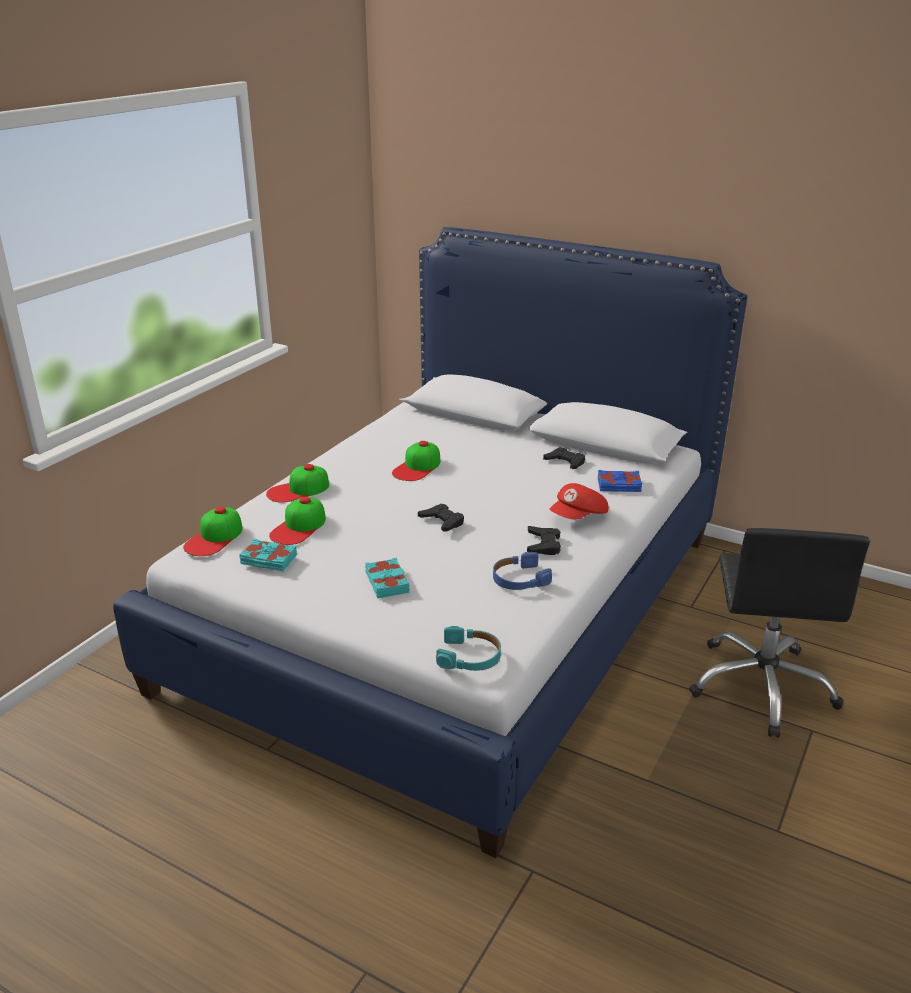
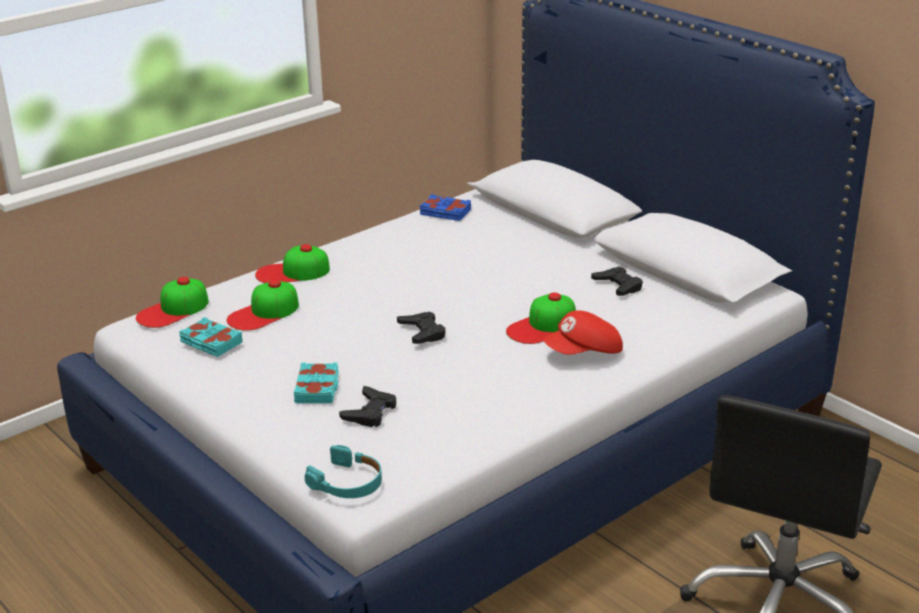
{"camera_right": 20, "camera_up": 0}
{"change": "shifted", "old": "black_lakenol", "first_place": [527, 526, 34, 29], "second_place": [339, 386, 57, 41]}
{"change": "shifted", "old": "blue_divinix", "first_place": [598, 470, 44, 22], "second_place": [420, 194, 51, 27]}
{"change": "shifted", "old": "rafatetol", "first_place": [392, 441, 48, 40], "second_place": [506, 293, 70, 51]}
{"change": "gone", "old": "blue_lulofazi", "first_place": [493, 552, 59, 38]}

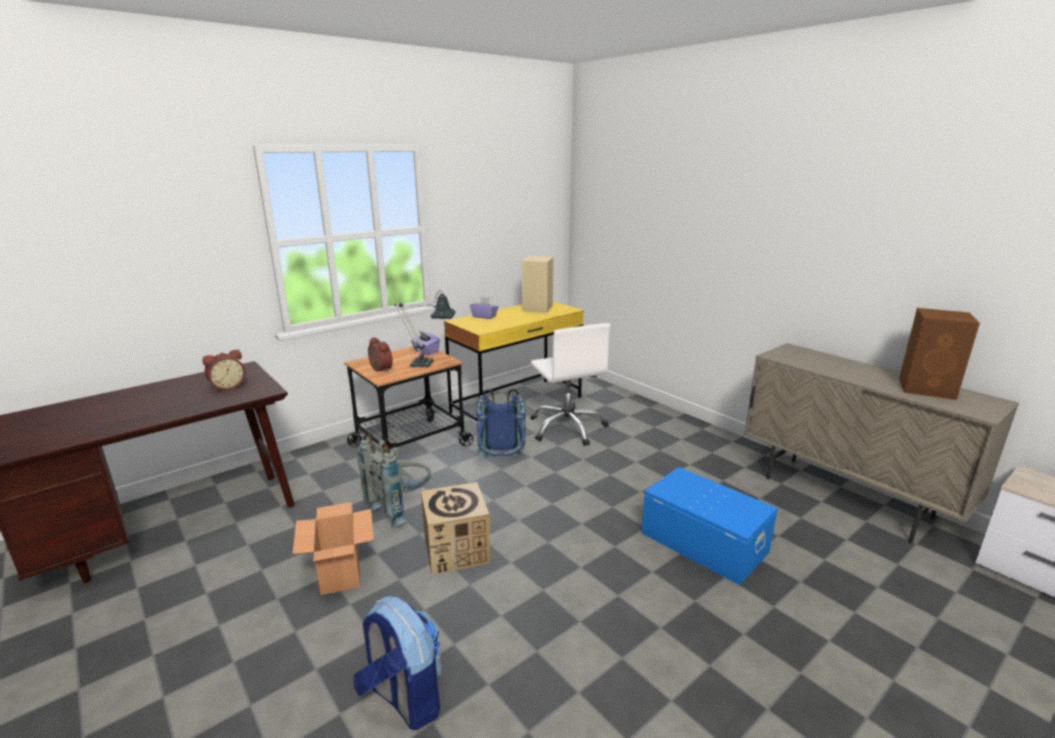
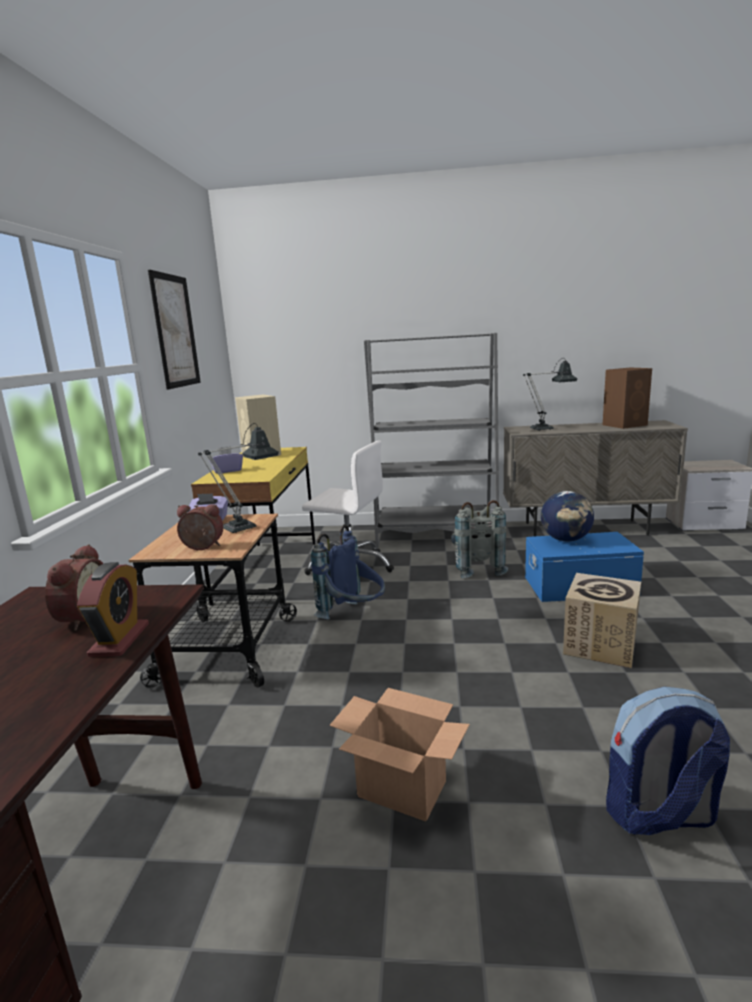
{"camera_right": -45, "camera_up": -5}
{"change": "new", "new": "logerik", "second_place": [77, 562, 72, 95]}
{"change": "new", "new": "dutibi", "second_place": [148, 270, 53, 119]}
{"change": "new", "new": "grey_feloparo", "second_place": [364, 333, 135, 213]}
{"change": "shifted", "old": "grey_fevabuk", "first_place": [357, 434, 74, 93], "second_place": [451, 500, 57, 79]}
{"change": "new", "new": "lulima", "second_place": [523, 358, 55, 73]}
{"change": "new", "new": "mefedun", "second_place": [541, 491, 53, 51]}
{"change": "shifted", "old": "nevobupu", "first_place": [421, 482, 69, 93], "second_place": [563, 573, 78, 95]}

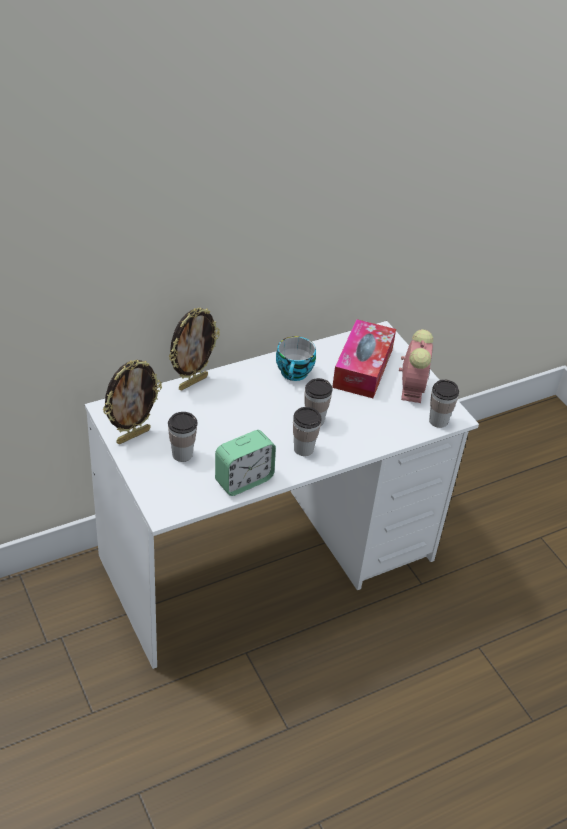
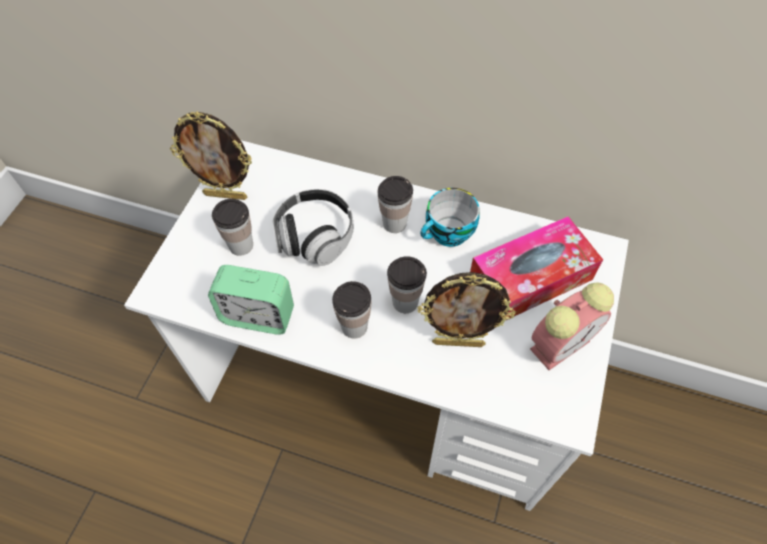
{"camera_right": 50, "camera_up": 15}
{"change": "new", "new": "lulofazi", "second_place": [273, 189, 81, 77]}
{"change": "shifted", "old": "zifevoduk", "first_place": [429, 379, 30, 49], "second_place": [377, 176, 36, 57]}
{"change": "shifted", "old": "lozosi", "first_place": [169, 308, 51, 83], "second_place": [418, 272, 98, 75]}

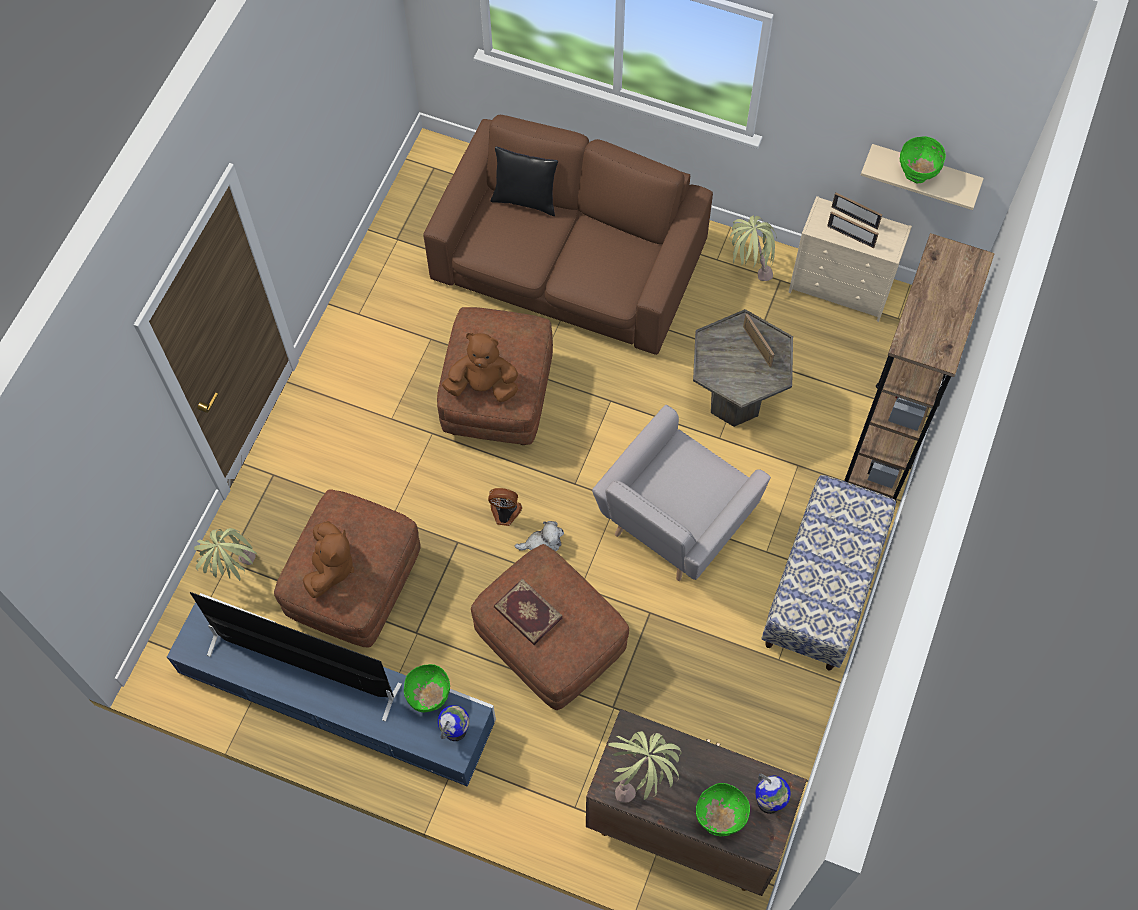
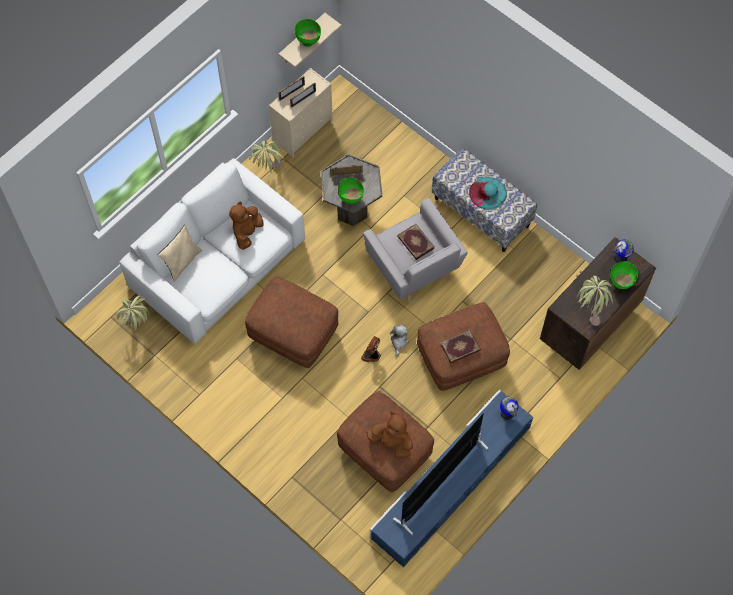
{"camera_right": -70, "camera_up": 0}
{"change": "shifted", "old": "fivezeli", "first_place": [194, 528, 64, 53], "second_place": [116, 295, 34, 36]}
{"change": "repainted", "old": "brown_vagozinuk", "new": "white_vagozinuk", "first_place": [423, 115, 290, 240], "second_place": [120, 158, 185, 186]}
{"change": "repainted", "old": "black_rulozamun", "new": "beige_rulozamun", "first_place": [491, 147, 67, 69], "second_place": [158, 225, 44, 57]}
{"change": "shifted", "old": "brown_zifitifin", "first_place": [442, 333, 76, 69], "second_place": [229, 202, 35, 48]}
{"change": "shifted", "old": "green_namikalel", "first_place": [404, 664, 46, 49], "second_place": [338, 178, 26, 27]}
{"change": "new", "new": "divinix", "second_place": [397, 224, 38, 36]}
{"change": "new", "new": "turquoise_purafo", "second_place": [469, 177, 38, 33]}
{"change": "gone", "old": "brown_feloparo", "first_place": [844, 233, 151, 269]}

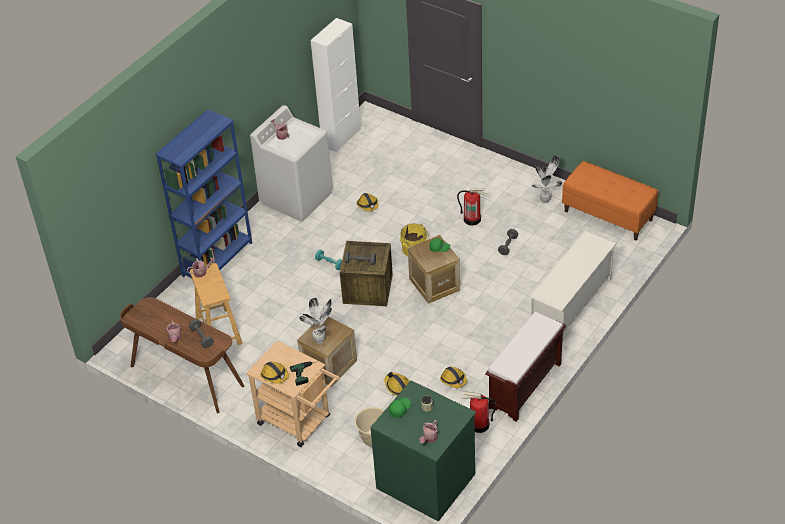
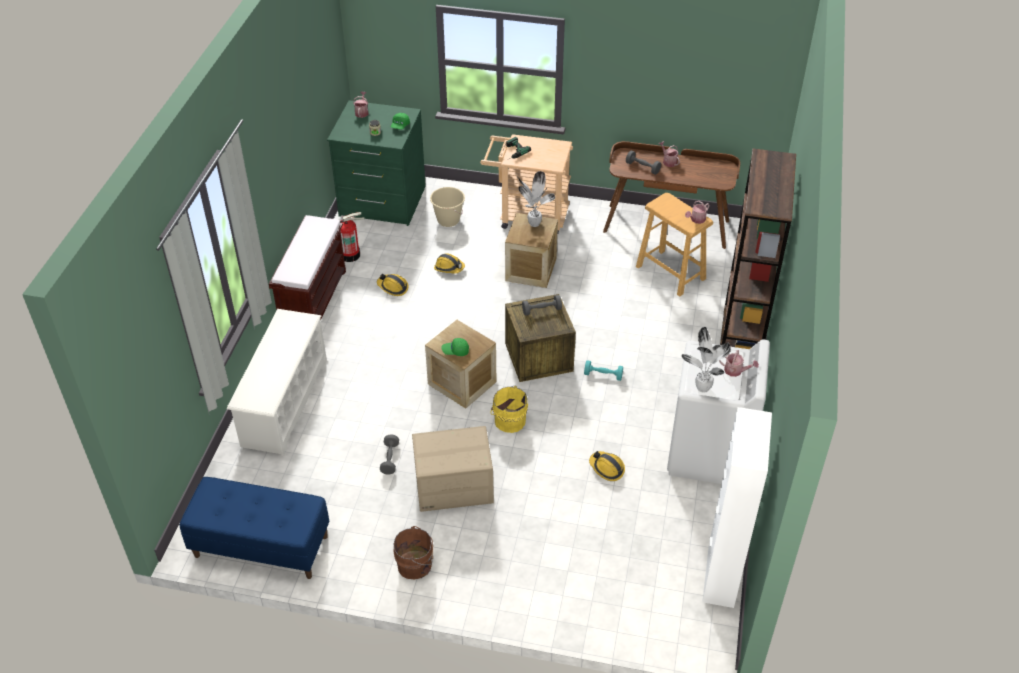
{"camera_right": 155, "camera_up": 0}
{"change": "repainted", "old": "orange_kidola", "new": "blue_kidola", "first_place": [562, 161, 96, 79], "second_place": [180, 477, 149, 102]}
{"change": "new", "new": "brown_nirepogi", "second_place": [393, 526, 41, 53]}
{"change": "swapped", "old": "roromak", "new": "nevobupu", "first_place": [457, 188, 30, 37], "second_place": [412, 426, 82, 86]}
{"change": "shifted", "old": "fivezeli", "first_place": [531, 156, 31, 47], "second_place": [682, 327, 49, 66]}
{"change": "repainted", "old": "blue_feloparo", "new": "brown_feloparo", "first_place": [156, 109, 96, 169], "second_place": [720, 149, 76, 200]}
{"change": "gone", "old": "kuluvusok", "first_place": [260, 362, 29, 22]}

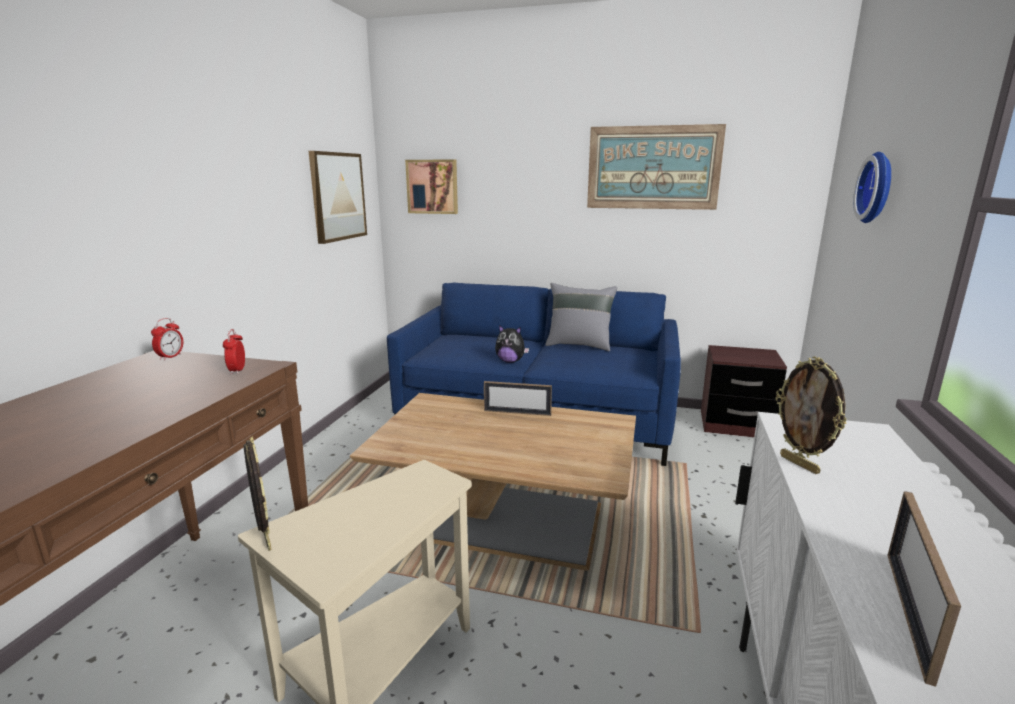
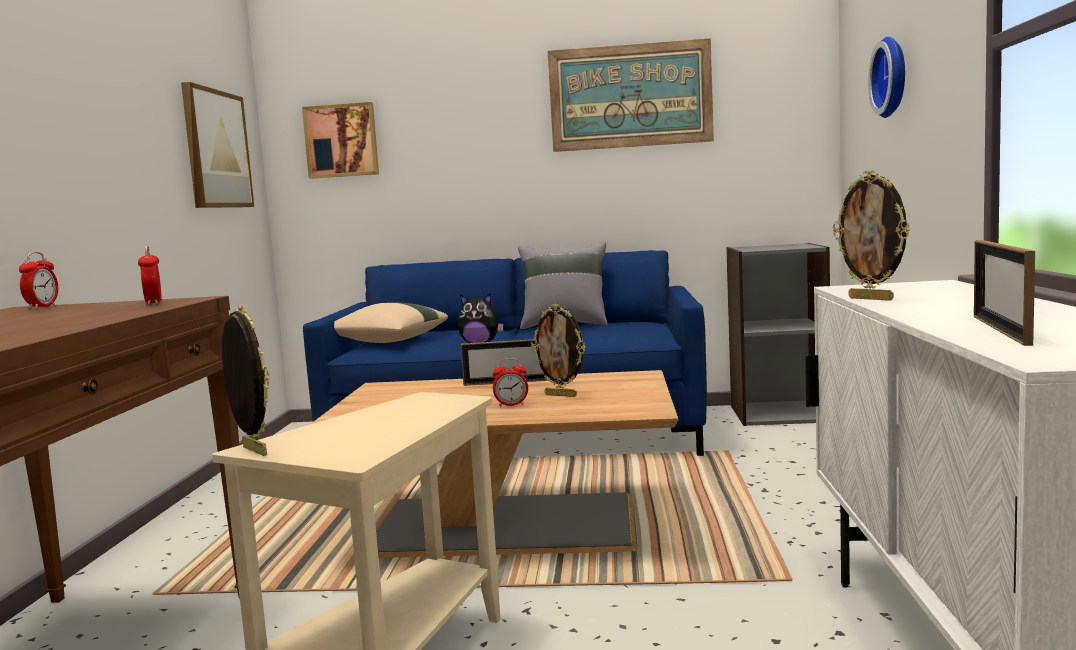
{"camera_right": -10, "camera_up": -10}
{"change": "new", "new": "beige_rulozamun", "second_place": [334, 302, 114, 41]}
{"change": "new", "new": "logerik", "second_place": [492, 358, 36, 49]}
{"change": "new", "new": "lozosi", "second_place": [531, 304, 54, 93]}
{"change": "swapped", "old": "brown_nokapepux", "new": "grey_feloparo", "first_place": [701, 345, 86, 92], "second_place": [726, 243, 104, 183]}

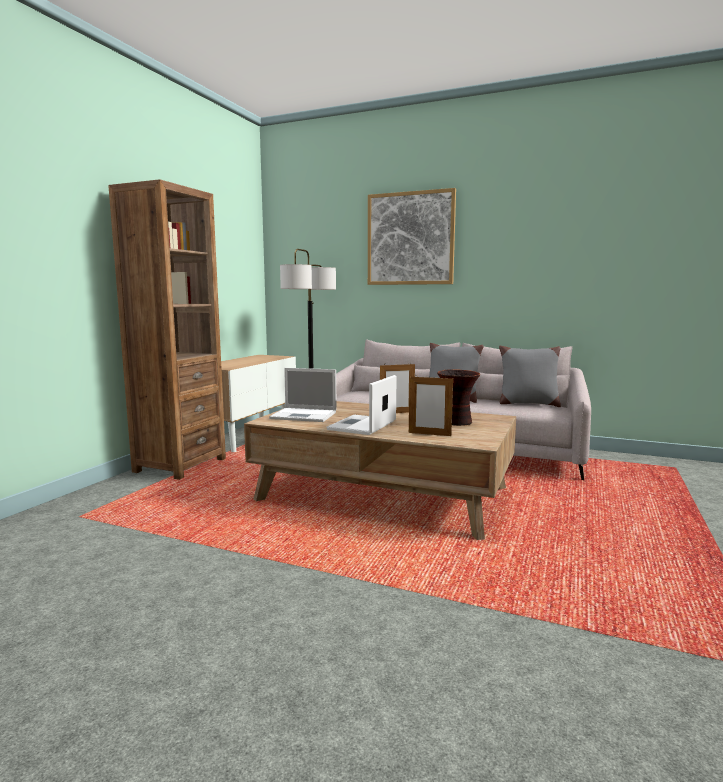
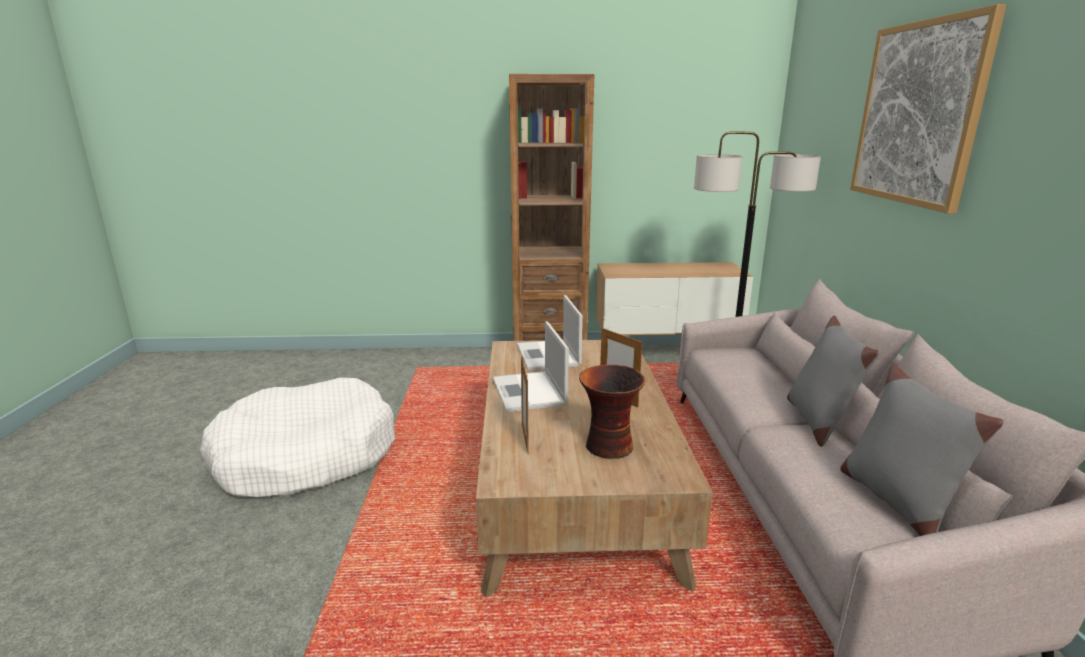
{"camera_right": 65, "camera_up": 10}
{"change": "new", "new": "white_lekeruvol", "second_place": [200, 378, 195, 119]}
{"change": "rotated", "old": "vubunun", "first_place": [326, 375, 71, 60], "second_place": [493, 321, 76, 92], "degrees": -105}

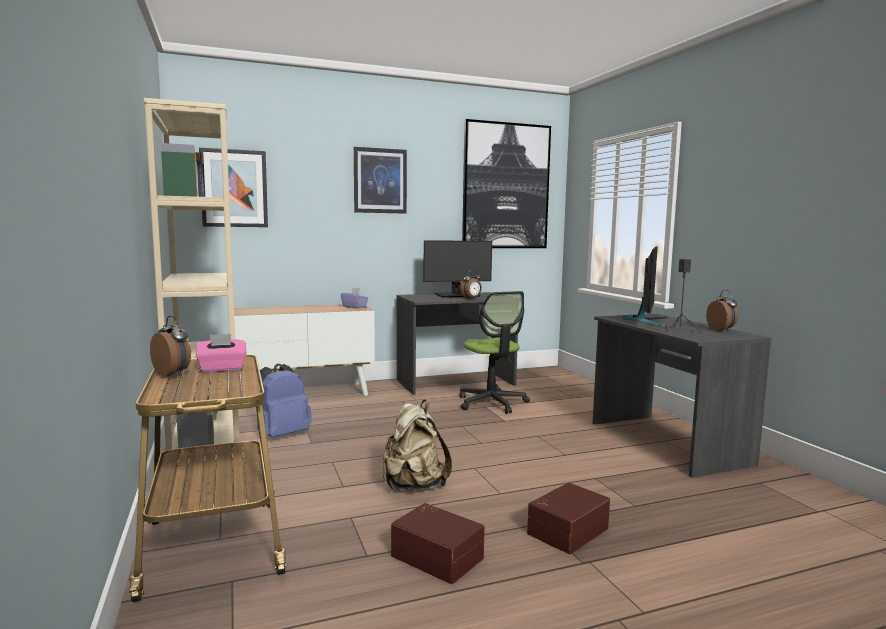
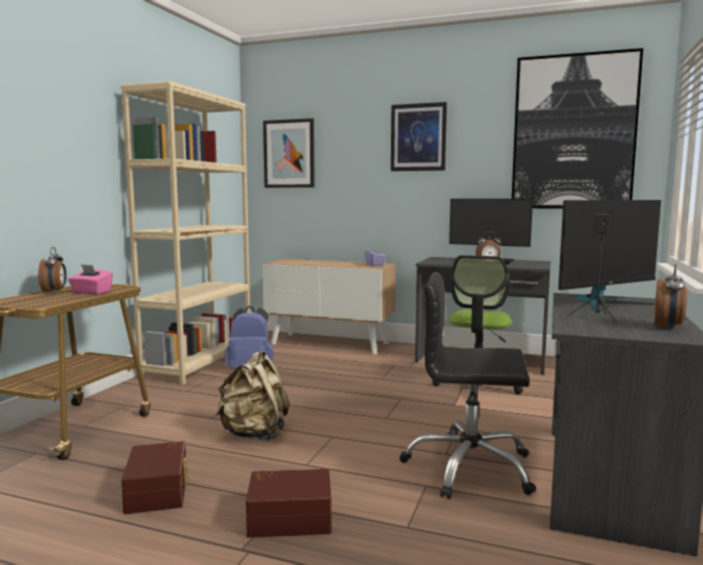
{"camera_right": 40, "camera_up": 0}
{"change": "new", "new": "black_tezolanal", "second_place": [400, 272, 136, 227]}

